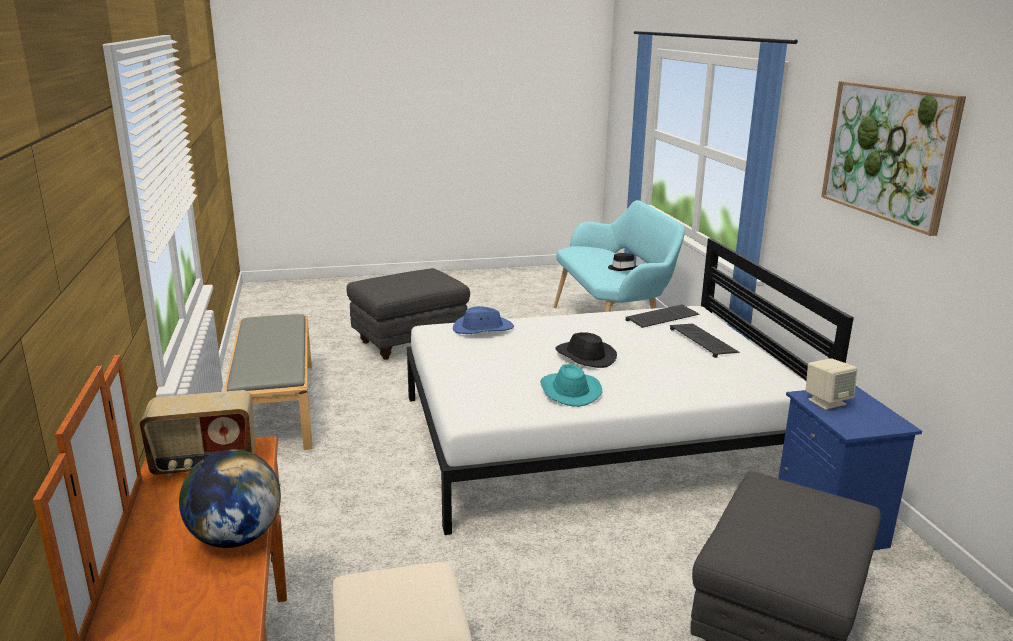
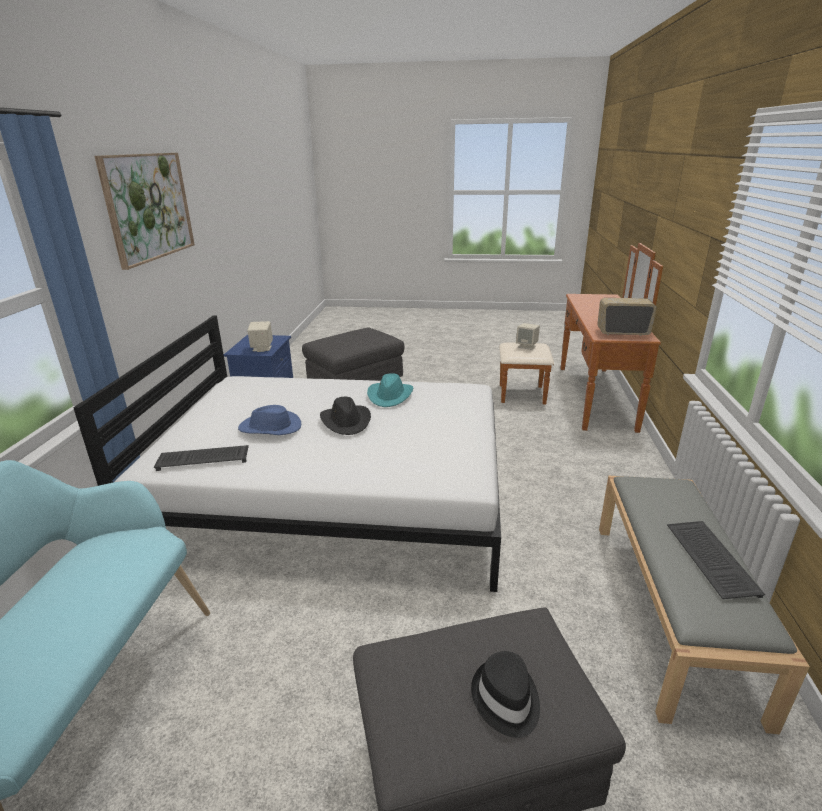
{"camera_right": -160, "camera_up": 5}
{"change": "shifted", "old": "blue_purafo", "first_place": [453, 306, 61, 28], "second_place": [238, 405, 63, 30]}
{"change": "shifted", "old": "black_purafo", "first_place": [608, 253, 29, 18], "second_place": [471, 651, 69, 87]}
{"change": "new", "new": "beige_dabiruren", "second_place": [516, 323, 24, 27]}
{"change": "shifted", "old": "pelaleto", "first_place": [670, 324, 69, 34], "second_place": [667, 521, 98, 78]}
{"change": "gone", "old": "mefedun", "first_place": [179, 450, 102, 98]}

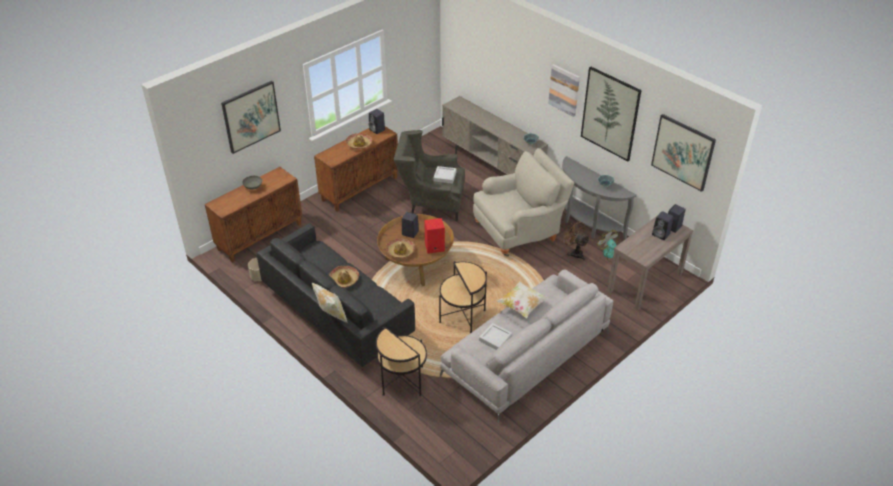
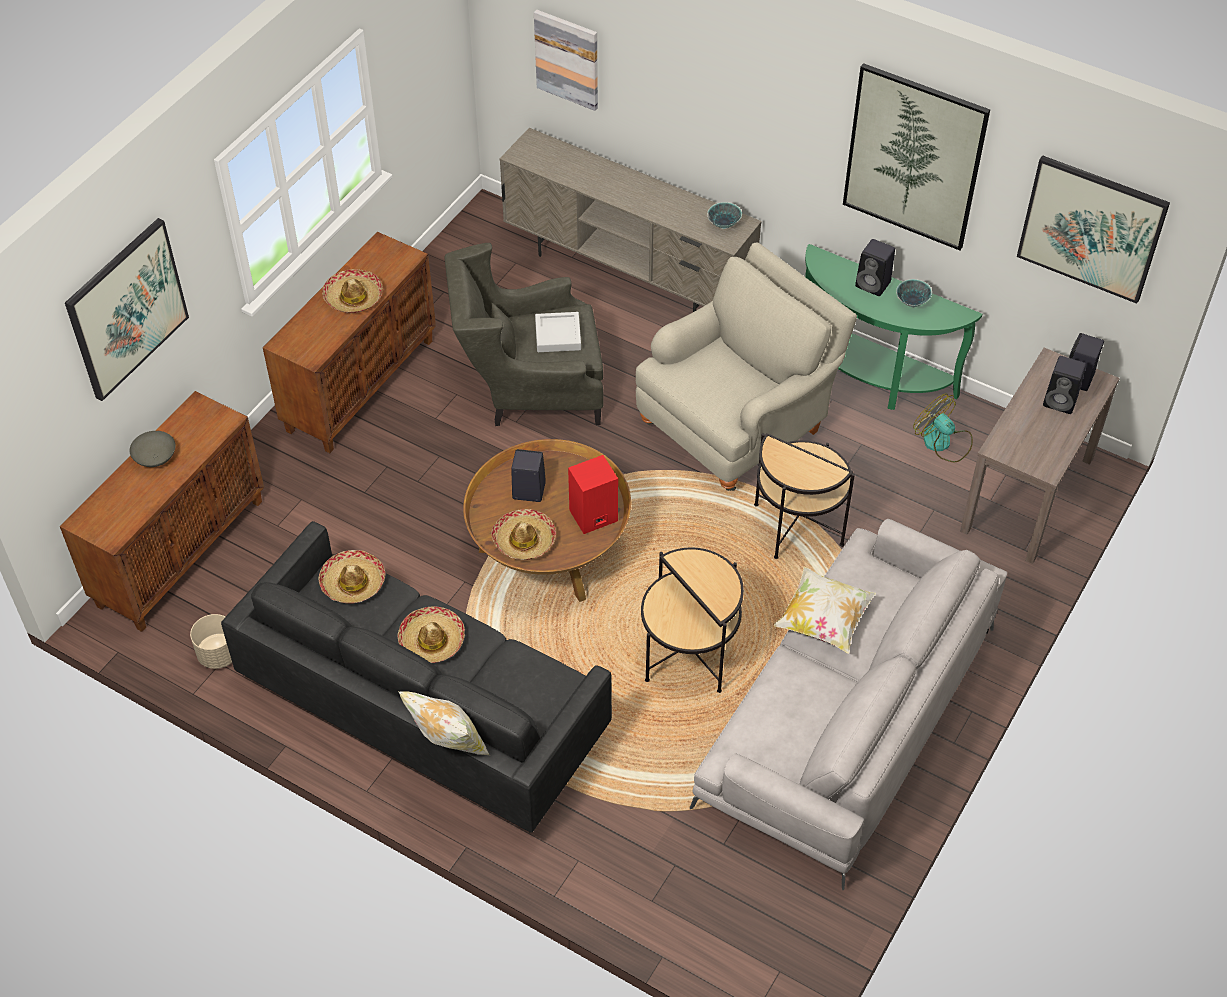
{"camera_right": -15, "camera_up": 10}
{"change": "new", "new": "purafo", "second_place": [319, 550, 66, 54]}
{"change": "shifted", "old": "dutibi", "first_place": [548, 64, 32, 53], "second_place": [534, 10, 64, 101]}
{"change": "shifted", "old": "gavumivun", "first_place": [376, 327, 51, 69], "second_place": [754, 433, 101, 126]}
{"change": "repainted", "old": "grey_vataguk", "new": "green_vataguk", "first_place": [562, 156, 75, 83], "second_place": [805, 244, 177, 166]}
{"change": "shifted", "old": "black_dabiruren", "first_place": [369, 109, 16, 25], "second_place": [855, 239, 40, 57]}
{"change": "gone", "old": "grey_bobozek", "first_place": [479, 323, 33, 27]}
{"change": "gone", "old": "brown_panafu", "first_place": [561, 220, 29, 41]}

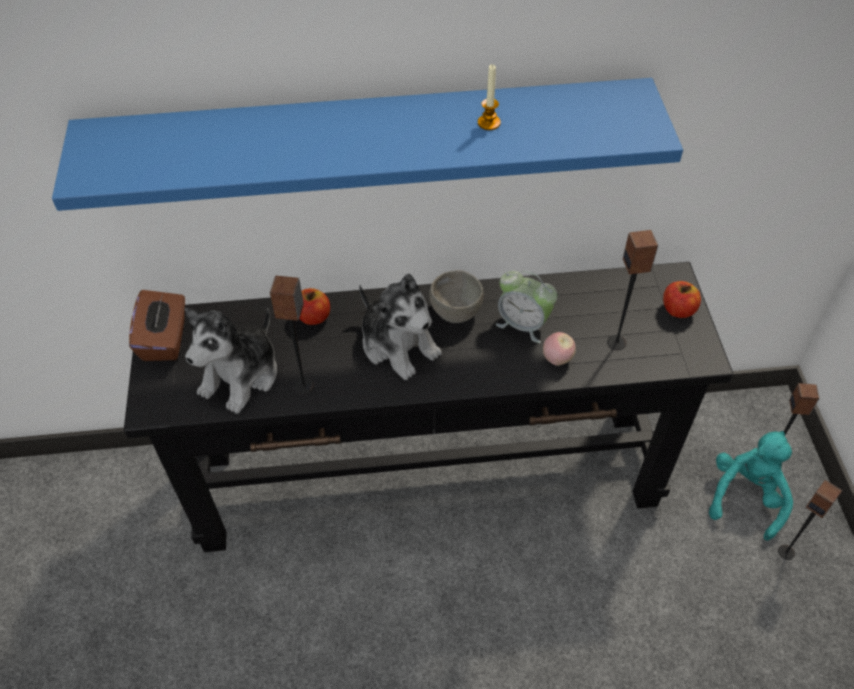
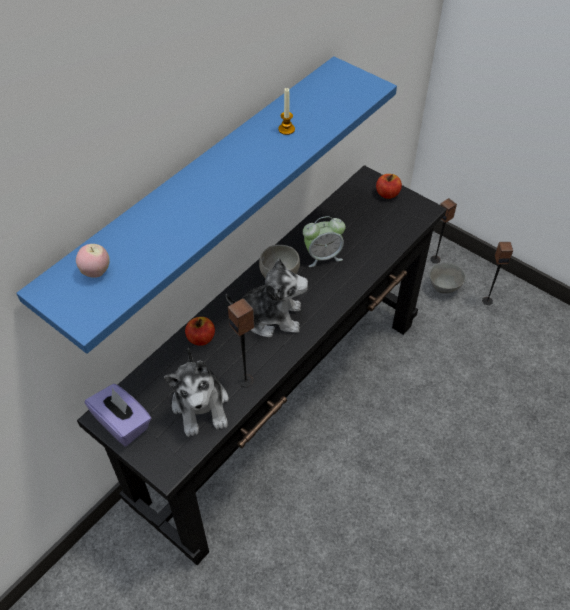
{"camera_right": -45, "camera_up": 0}
{"change": "shifted", "old": "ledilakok", "first_place": [543, 332, 33, 34], "second_place": [76, 244, 34, 34]}
{"change": "repainted", "old": "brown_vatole", "new": "purple_vatole", "first_place": [129, 290, 56, 71], "second_place": [85, 384, 66, 62]}
{"change": "swapped", "old": "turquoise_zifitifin", "new": "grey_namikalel", "first_place": [709, 431, 84, 110], "second_place": [429, 262, 37, 32]}
{"change": "gone", "old": "dabiruren", "first_place": [607, 230, 51, 120]}

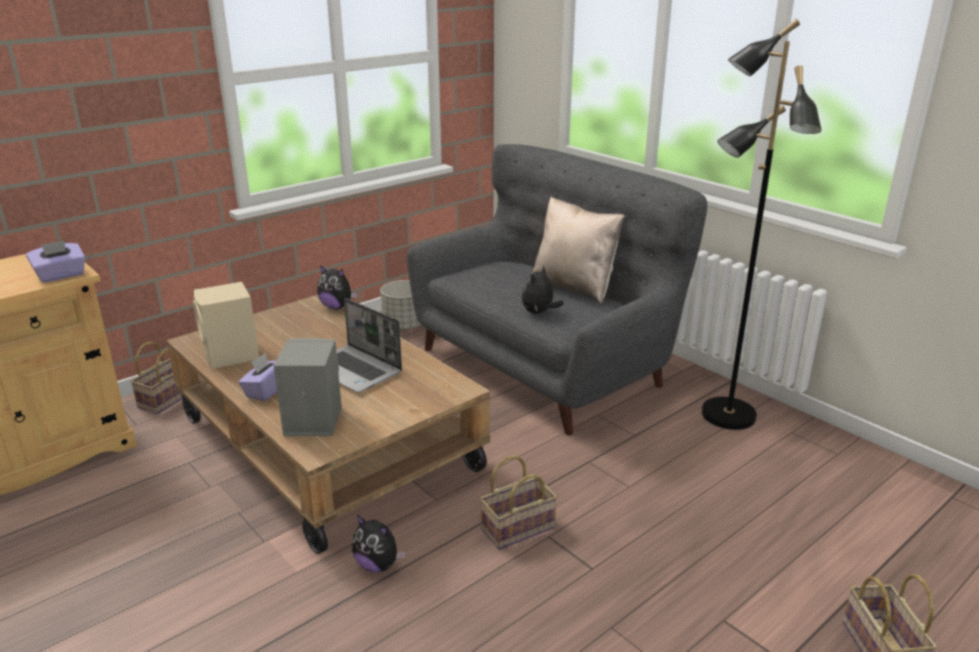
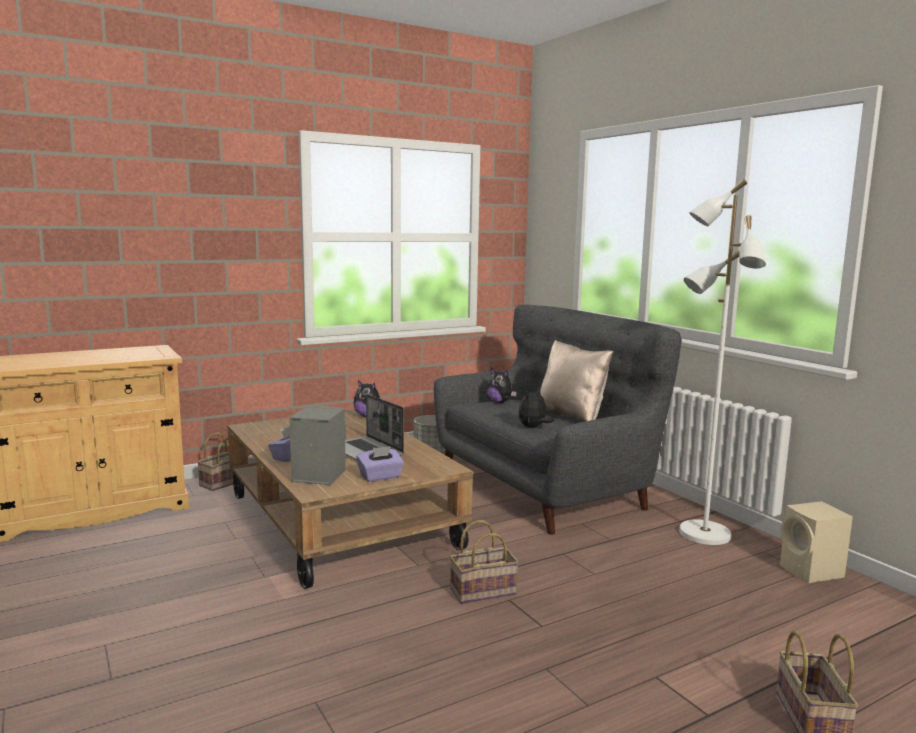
{"camera_right": 10, "camera_up": -15}
{"change": "shifted", "old": "purple_vatole", "first_place": [26, 240, 60, 43], "second_place": [356, 446, 48, 36]}
{"change": "shifted", "old": "zifitifin", "first_place": [352, 515, 54, 57], "second_place": [486, 368, 31, 35]}
{"change": "repainted", "old": "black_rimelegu", "new": "white_rimelegu", "first_place": [702, 19, 119, 411], "second_place": [679, 179, 87, 366]}
{"change": "shifted", "old": "beige_dabiruren", "first_place": [193, 282, 66, 87], "second_place": [780, 501, 73, 82]}

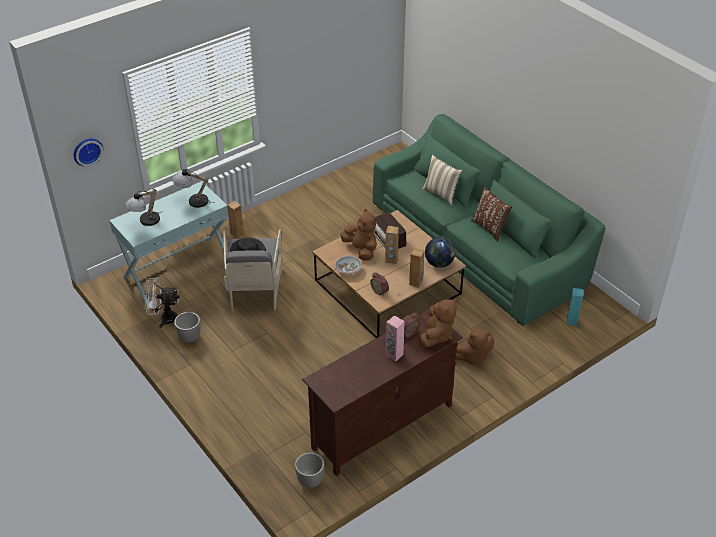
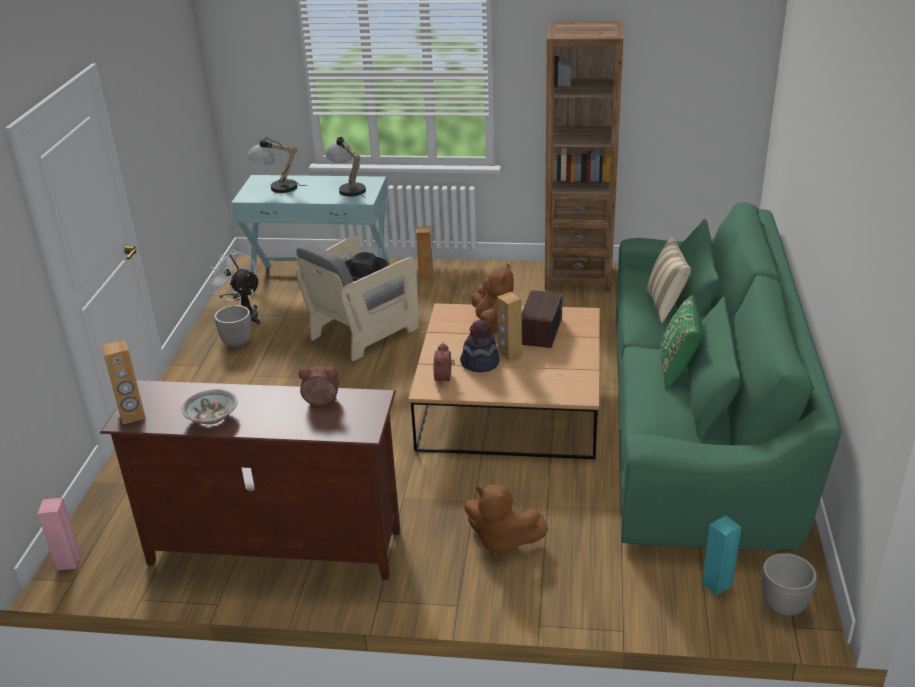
{"camera_right": 45, "camera_up": -10}
{"change": "shifted", "old": "pink_dabiruren", "first_place": [386, 315, 18, 47], "second_place": [37, 498, 44, 72]}
{"change": "shifted", "old": "brown_dabiruren", "first_place": [409, 248, 16, 40], "second_place": [101, 340, 45, 84]}
{"change": "shifted", "old": "namikalel", "first_place": [335, 256, 27, 18], "second_place": [182, 389, 56, 36]}
{"change": "new", "new": "purafo", "second_place": [460, 320, 39, 52]}
{"change": "new", "new": "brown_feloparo", "second_place": [545, 21, 78, 270]}
{"change": "repainted", "old": "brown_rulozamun", "new": "green_rulozamun", "first_place": [471, 187, 41, 54], "second_place": [660, 295, 43, 95]}
{"change": "shifted", "old": "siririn", "first_place": [295, 453, 30, 35], "second_place": [761, 553, 56, 63]}
{"change": "gone", "old": "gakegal", "first_place": [74, 138, 29, 29]}
{"change": "gone", "old": "brown_zifitifin", "first_place": [418, 298, 39, 49]}
{"change": "gone", "old": "mefedun", "first_place": [425, 237, 30, 31]}

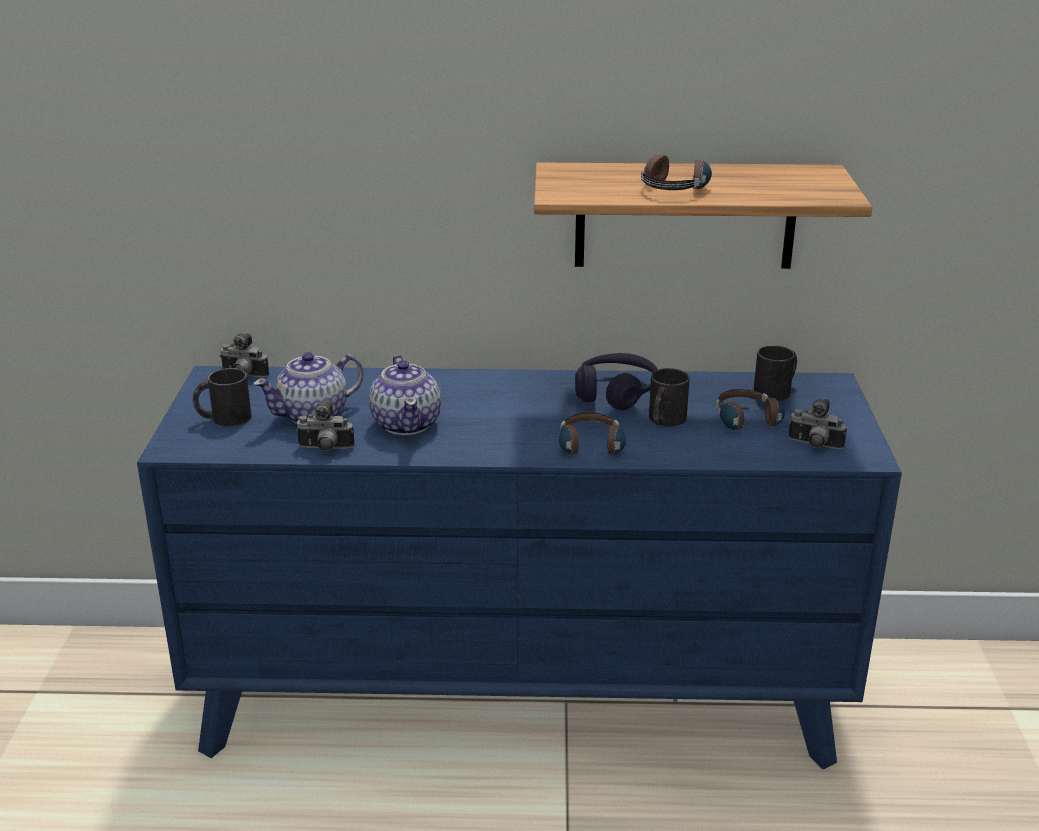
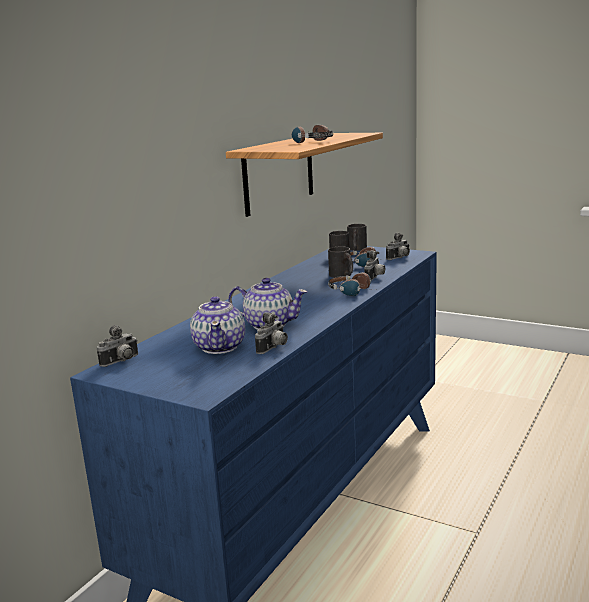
{"camera_right": -60, "camera_up": -10}
{"change": "shifted", "old": "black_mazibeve", "first_place": [193, 368, 59, 58], "second_place": [347, 224, 20, 27]}
{"change": "new", "new": "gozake", "second_place": [364, 250, 21, 31]}
{"change": "gone", "old": "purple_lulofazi", "first_place": [575, 353, 83, 57]}

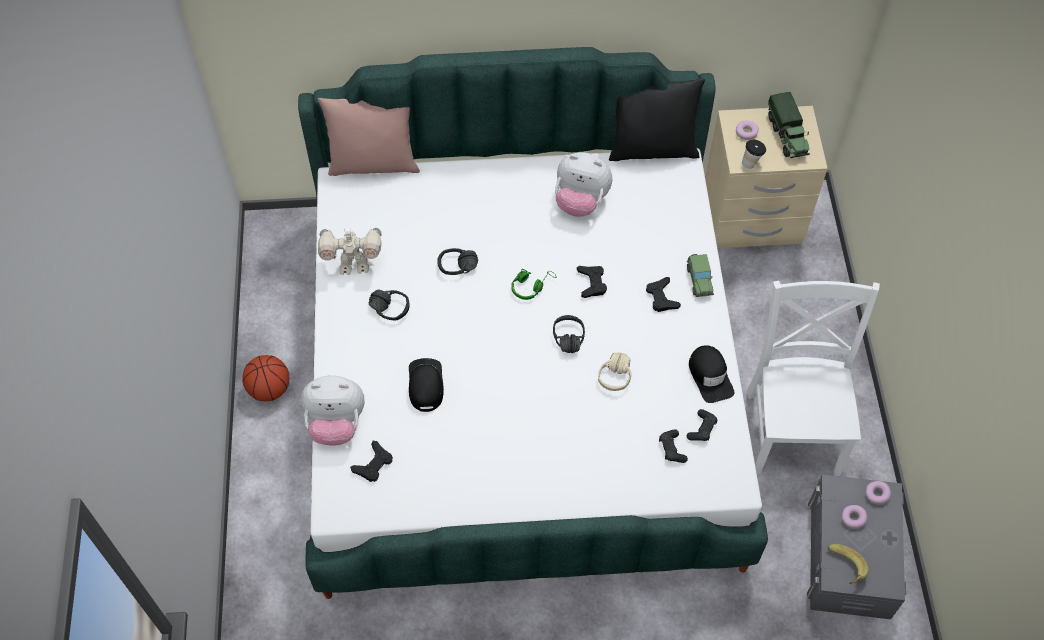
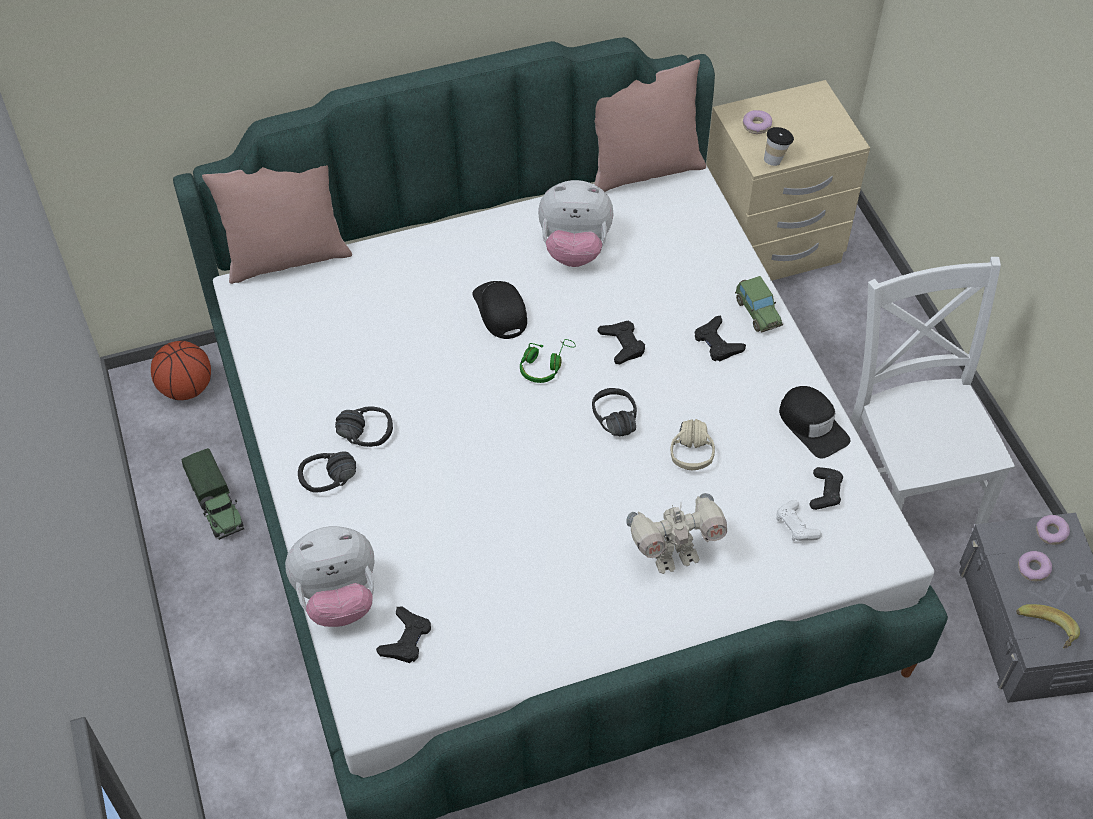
{"camera_right": -15, "camera_up": -5}
{"change": "shifted", "old": "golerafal", "first_place": [242, 355, 47, 46], "second_place": [151, 341, 60, 59]}
{"change": "shifted", "old": "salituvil", "first_place": [768, 92, 42, 66], "second_place": [182, 448, 62, 92]}
{"change": "shifted", "old": "black_lulofazi", "first_place": [437, 248, 41, 27], "second_place": [298, 451, 58, 42]}
{"change": "shifted", "old": "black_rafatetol", "first_place": [409, 358, 35, 54], "second_place": [472, 281, 55, 58]}
{"change": "repainted", "old": "black_rulozamun", "new": "pink_rulozamun", "first_place": [609, 78, 96, 83], "second_place": [594, 59, 112, 133]}
{"change": "shifted", "old": "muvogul", "first_place": [318, 228, 64, 47], "second_place": [626, 493, 101, 81]}
{"change": "repainted", "old": "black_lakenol", "new": "white_lakenol", "first_place": [659, 429, 29, 34], "second_place": [776, 500, 46, 41]}

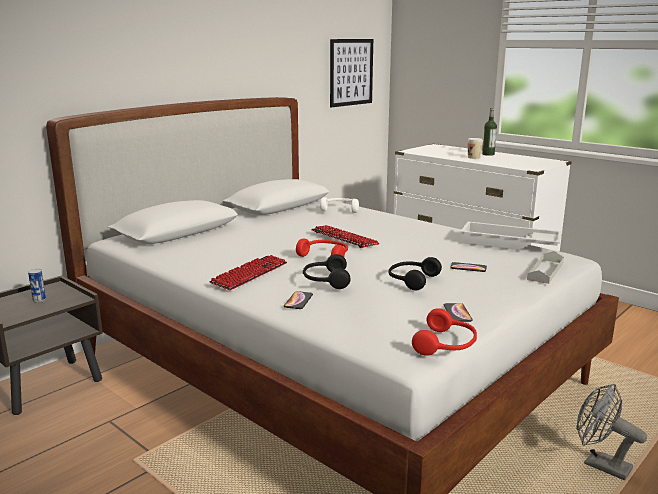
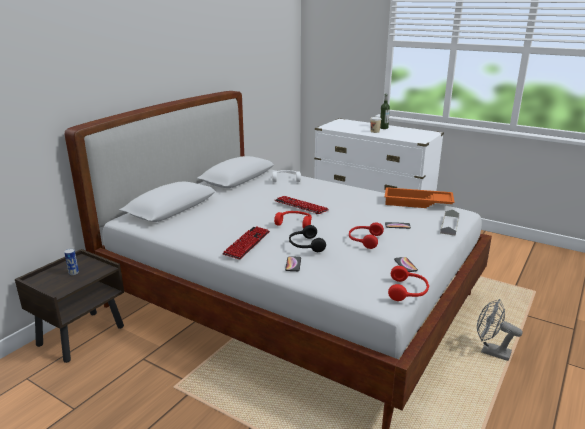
{"camera_right": -10, "camera_up": 5}
{"change": "repainted", "old": "black_lulofazi", "new": "red_lulofazi", "first_place": [388, 257, 54, 34], "second_place": [349, 222, 35, 27]}
{"change": "repainted", "old": "white_bobozek", "new": "orange_bobozek", "first_place": [460, 221, 102, 29], "second_place": [384, 187, 71, 21]}
{"change": "gone", "old": "dutibi", "first_place": [330, 39, 43, 68]}

